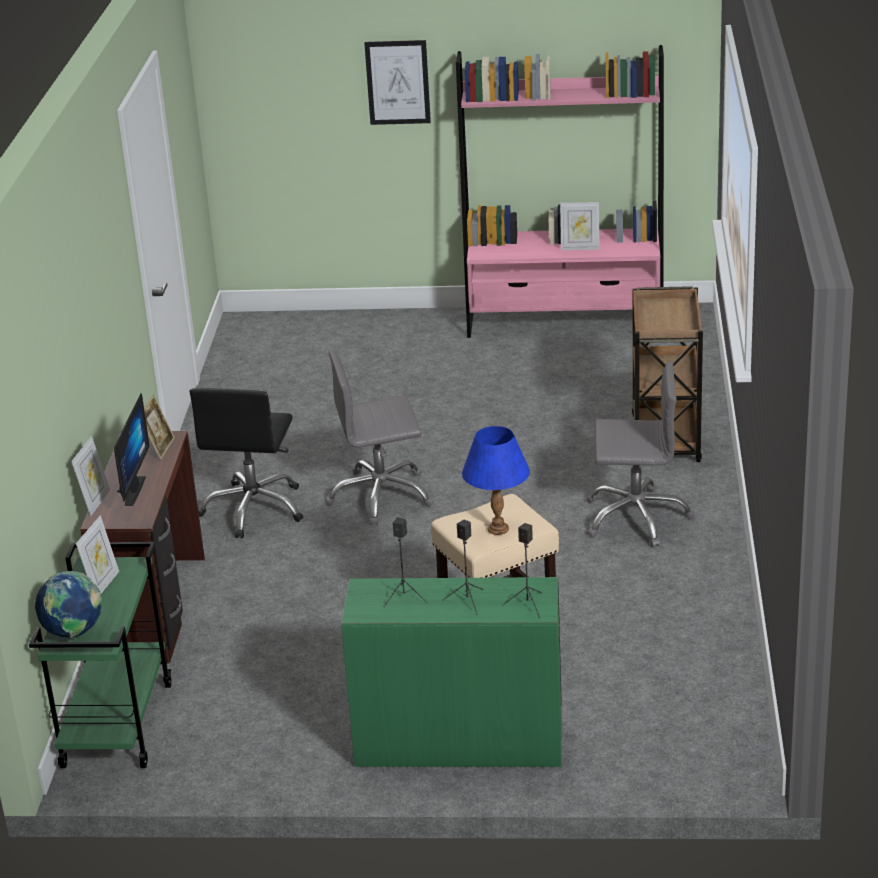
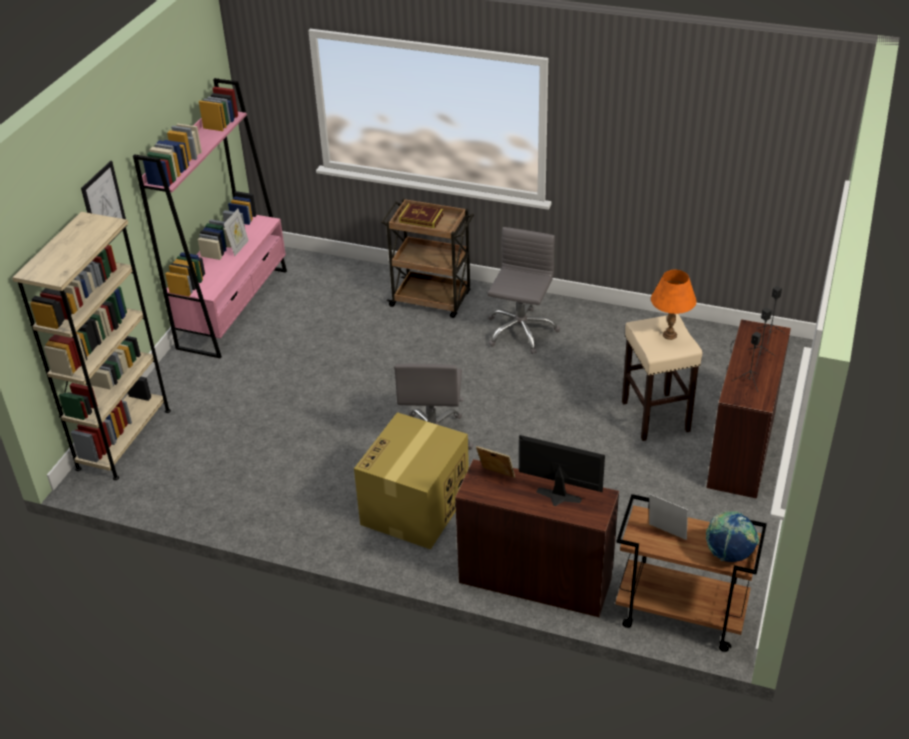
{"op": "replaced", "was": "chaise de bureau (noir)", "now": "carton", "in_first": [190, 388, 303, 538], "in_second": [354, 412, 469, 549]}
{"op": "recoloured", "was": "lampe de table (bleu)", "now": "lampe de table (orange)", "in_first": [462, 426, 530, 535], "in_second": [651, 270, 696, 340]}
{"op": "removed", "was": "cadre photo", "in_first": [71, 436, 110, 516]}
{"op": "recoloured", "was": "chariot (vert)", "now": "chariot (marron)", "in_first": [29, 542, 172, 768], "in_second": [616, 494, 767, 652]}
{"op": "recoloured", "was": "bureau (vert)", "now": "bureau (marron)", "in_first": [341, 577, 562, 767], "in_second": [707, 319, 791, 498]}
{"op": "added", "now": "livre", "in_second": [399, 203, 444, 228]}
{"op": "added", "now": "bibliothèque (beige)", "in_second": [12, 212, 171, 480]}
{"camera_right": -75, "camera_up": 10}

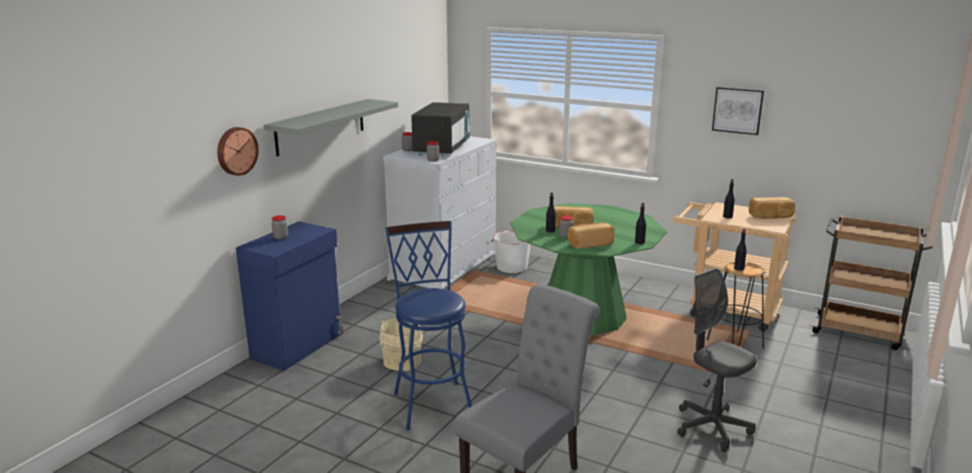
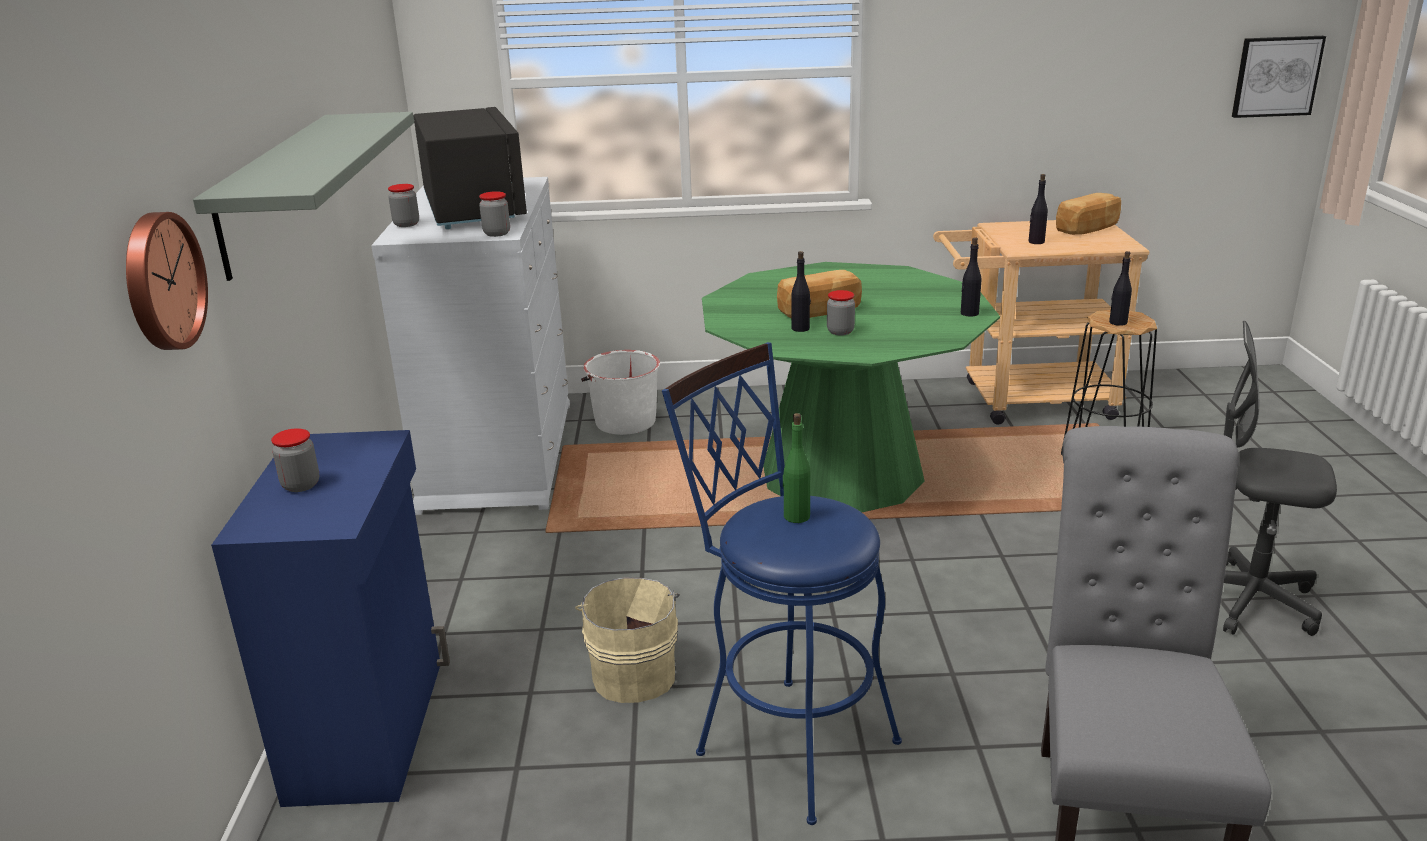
{"op": "moved", "was": "tableau", "in_first": [712, 87, 764, 135], "in_second": [1232, 36, 1326, 118]}
{"op": "removed", "was": "chariot (marron)", "in_first": [810, 216, 932, 350]}
{"op": "removed", "was": "pain", "in_first": [567, 223, 615, 249]}
{"op": "added", "now": "bouteille (vert)", "in_second": [783, 413, 810, 523]}
{"camera_right": -30, "camera_up": 5}

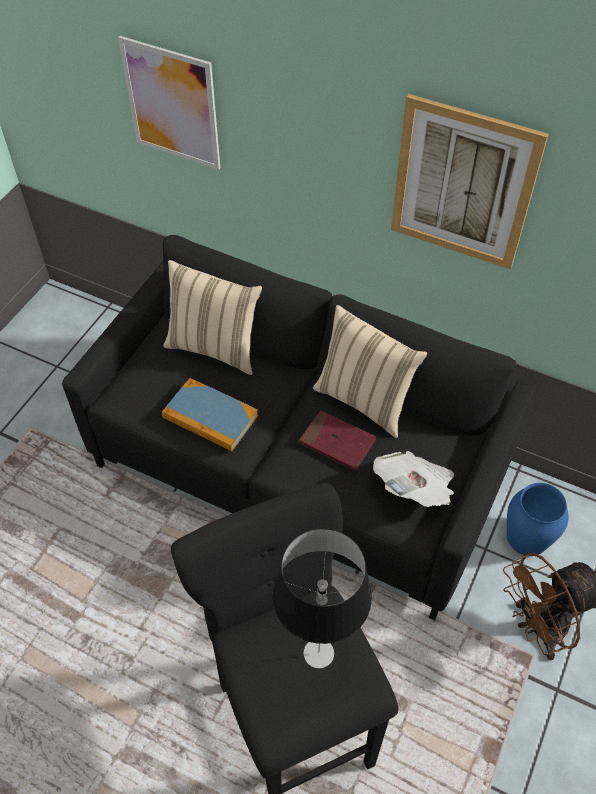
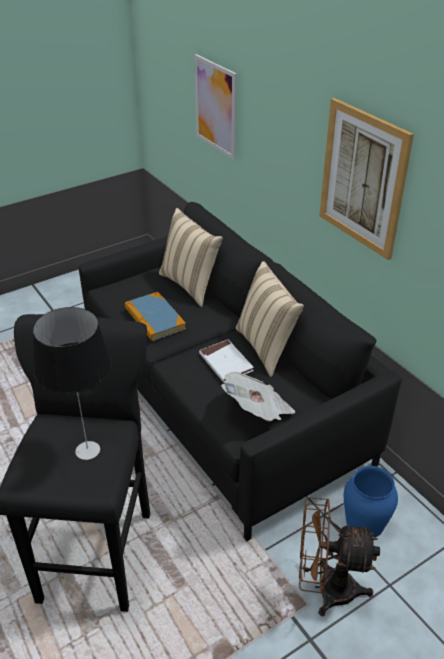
{"op": "recoloured", "was": "livre (rouge)", "now": "livre (blanc)", "in_first": [299, 410, 376, 471], "in_second": [199, 339, 254, 383]}
{"camera_right": 30, "camera_up": -15}

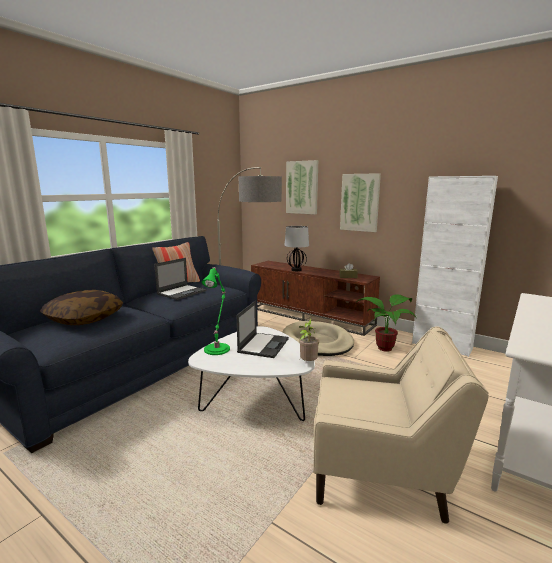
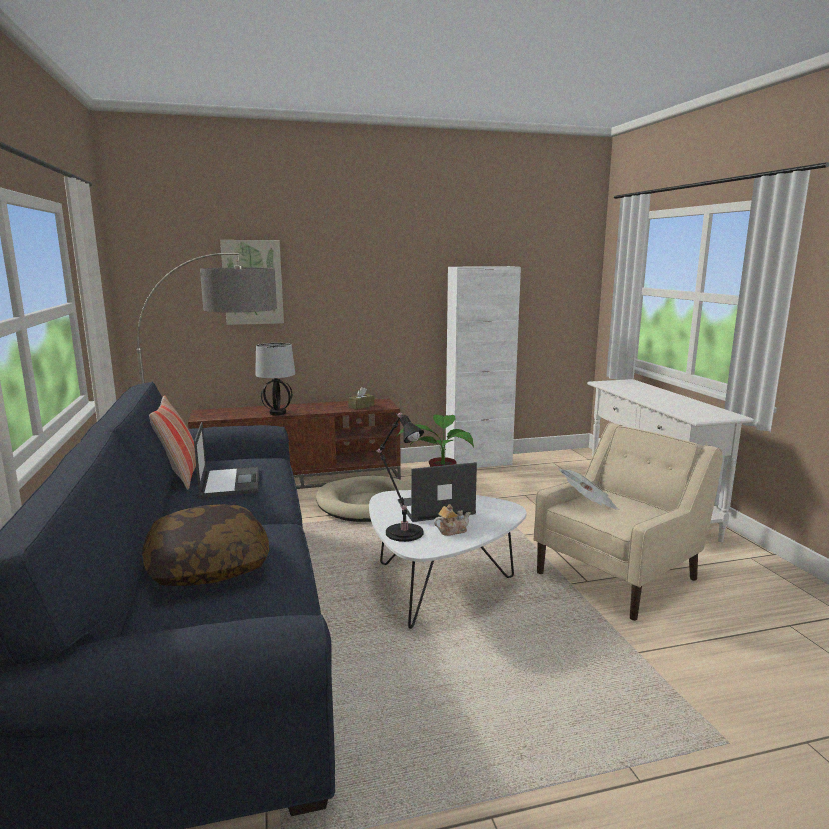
{"op": "removed", "was": "tableau", "in_first": [340, 173, 381, 232]}
{"op": "recoloured", "was": "lampe de table (vert)", "now": "lampe de table (noir)", "in_first": [202, 267, 230, 355], "in_second": [377, 413, 424, 542]}
{"op": "turned", "was": "ordinateur portable", "in_first": [237, 300, 289, 358], "in_second": [398, 462, 477, 522], "clockwise": -75}
{"op": "removed", "was": "plante en pot", "in_first": [299, 318, 319, 361]}
{"op": "added", "now": "journal", "in_second": [559, 469, 619, 510]}
{"op": "added", "now": "théière", "in_second": [434, 504, 471, 536]}
{"camera_right": -50, "camera_up": 0}

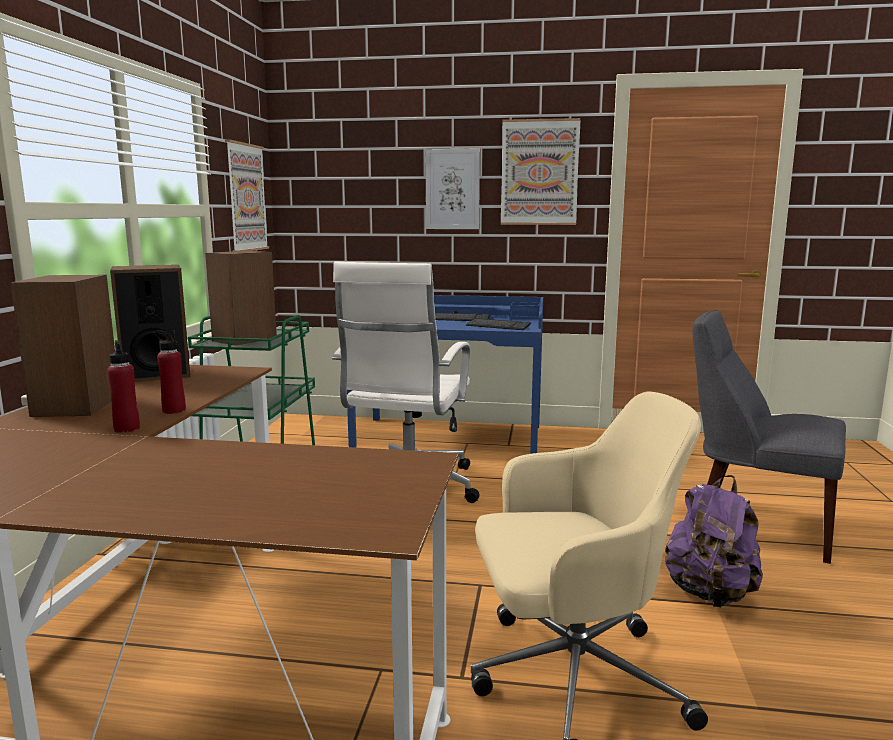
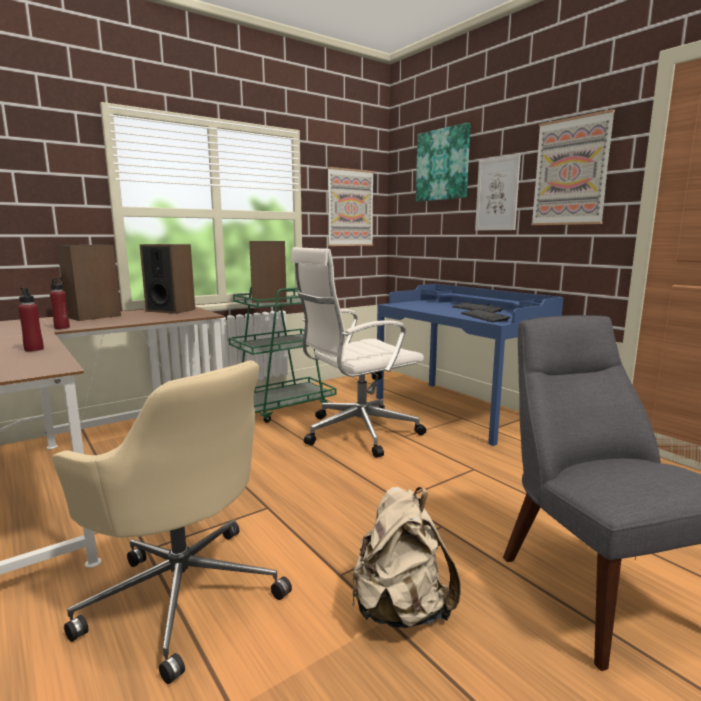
{"op": "moved", "was": "bouteille (rouge)", "in_first": [154, 330, 186, 414], "in_second": [18, 287, 44, 351]}
{"op": "recoloured", "was": "sac à dos (violet)", "now": "sac à dos (beige)", "in_first": [665, 475, 763, 607], "in_second": [352, 487, 460, 628]}
{"op": "added", "now": "tableau", "in_second": [416, 123, 471, 201]}
{"camera_right": 45, "camera_up": 0}

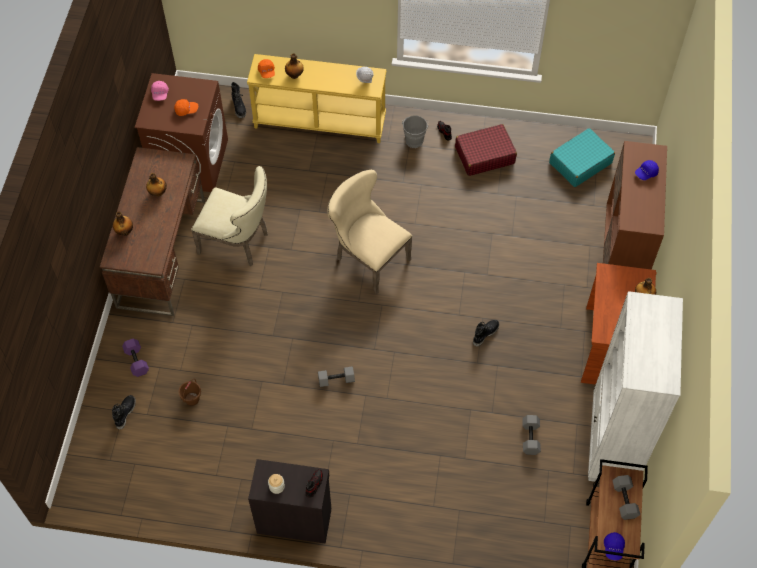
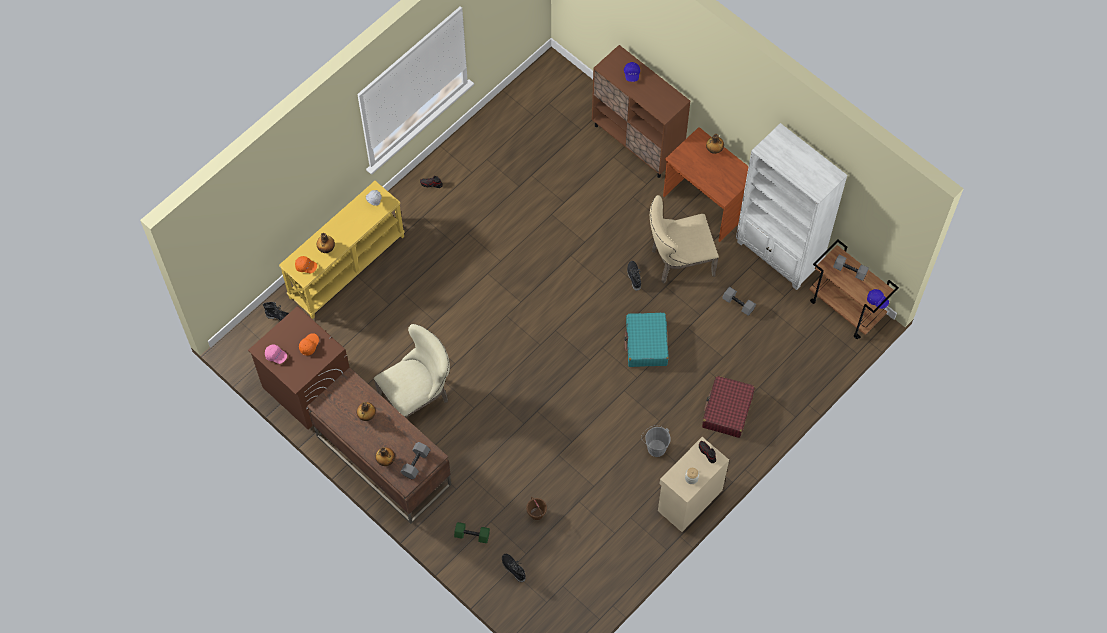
{"op": "moved", "was": "seau (gris)", "in_first": [402, 115, 428, 148], "in_second": [641, 425, 671, 457]}
{"op": "moved", "was": "valise (rouge)", "in_first": [455, 124, 517, 176], "in_second": [702, 376, 755, 438]}
{"op": "moved", "was": "valise (turquoise)", "in_first": [549, 128, 615, 187], "in_second": [624, 313, 669, 367]}
{"op": "moved", "was": "chaise (beige)", "in_first": [327, 169, 412, 295], "in_second": [650, 195, 719, 284]}
{"op": "recoloured", "was": "haltère (violet)", "now": "haltère (vert)", "in_first": [122, 338, 149, 377], "in_second": [454, 522, 490, 543]}
{"op": "moved", "was": "haltère (gris)", "in_first": [318, 366, 355, 387], "in_second": [400, 442, 430, 479]}
{"op": "recoloured", "was": "meuble de rangement (noir)", "now": "meuble de rangement (beige)", "in_first": [248, 459, 331, 544], "in_second": [658, 437, 729, 532]}
{"camera_right": -55, "camera_up": 5}

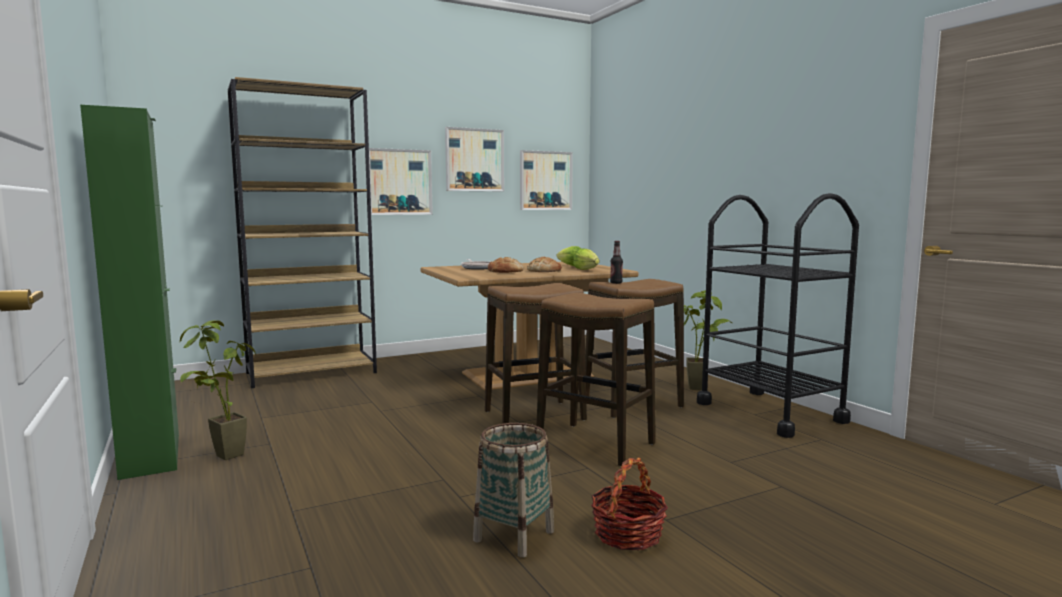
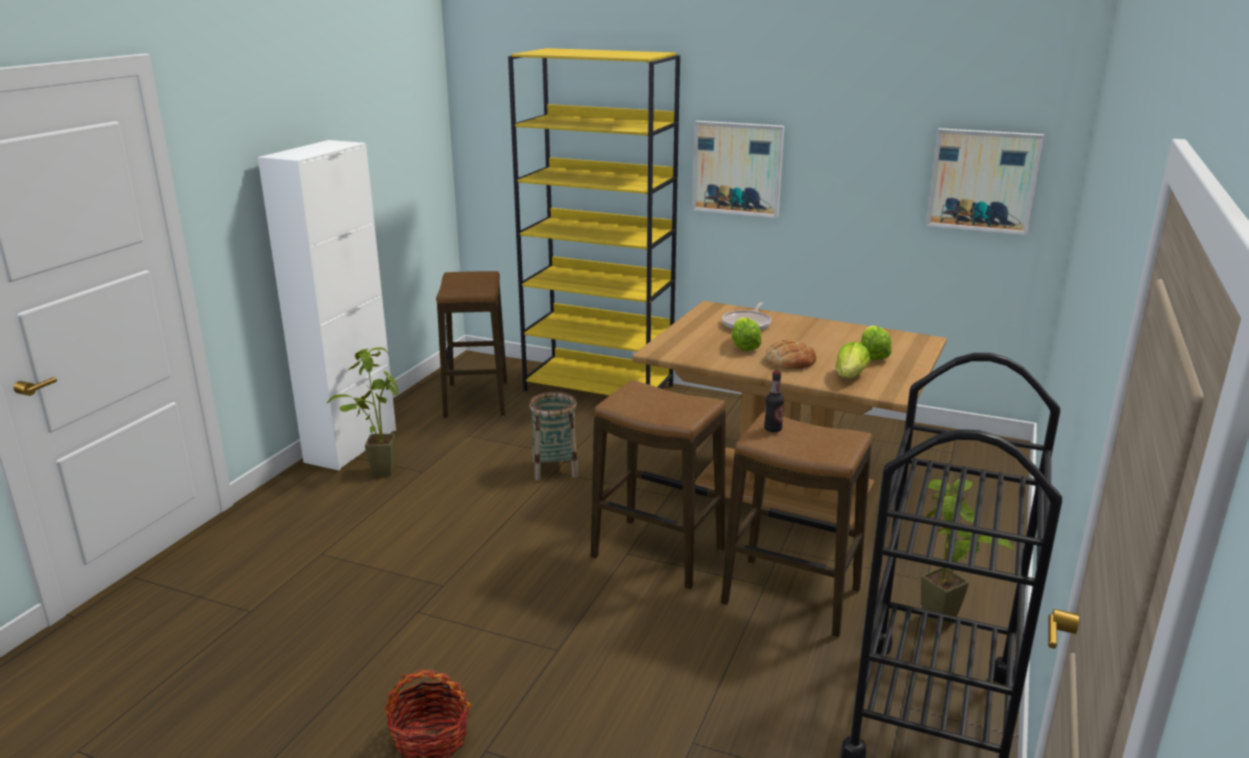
{"op": "recoloured", "was": "bibliothèque (marron)", "now": "bibliothèque (jaune)", "in_first": [228, 77, 377, 388], "in_second": [508, 48, 680, 395]}
{"op": "recoloured", "was": "meuble de rangement (vert)", "now": "meuble de rangement (blanc)", "in_first": [80, 105, 179, 480], "in_second": [258, 140, 396, 471]}
{"op": "removed", "was": "tableau", "in_first": [445, 127, 504, 191]}
{"op": "replaced", "was": "pain", "now": "laitue", "in_first": [488, 257, 524, 273], "in_second": [732, 317, 762, 351]}
{"op": "moved", "was": "tabouret", "in_first": [536, 293, 655, 466], "in_second": [436, 271, 507, 418]}
{"op": "moved", "was": "panier", "in_first": [473, 423, 554, 558], "in_second": [529, 392, 578, 480]}
{"camera_right": 50, "camera_up": 15}

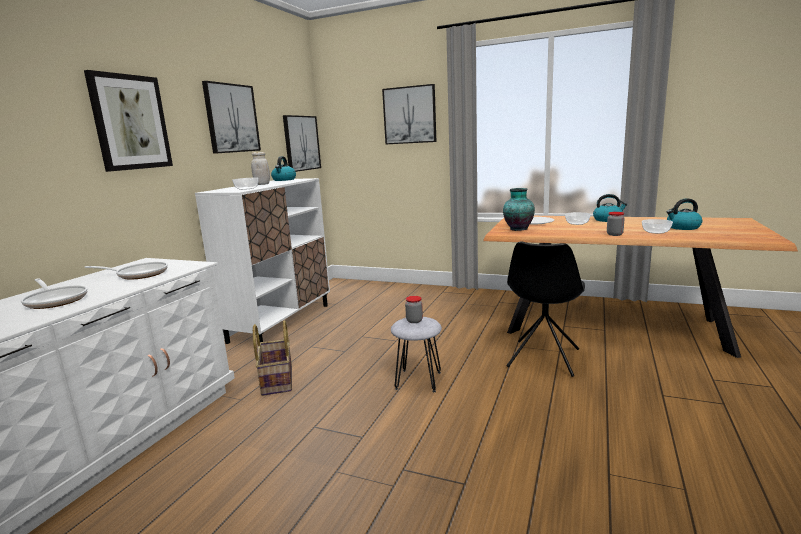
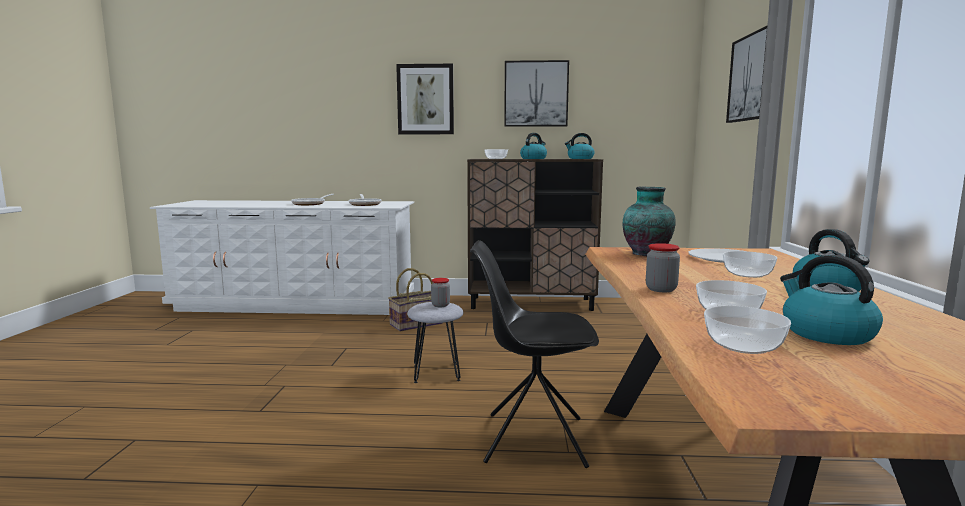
{"op": "removed", "was": "tableau", "in_first": [283, 115, 321, 172]}
{"op": "replaced", "was": "bocal (blanc)", "now": "bouilloire", "in_first": [251, 152, 270, 185], "in_second": [520, 133, 547, 159]}
{"op": "recoloured", "was": "meuble de rangement (blanc)", "now": "meuble de rangement (marron)", "in_first": [195, 178, 330, 344], "in_second": [467, 159, 603, 311]}
{"op": "added", "now": "bol", "in_second": [704, 306, 791, 354]}
{"camera_right": 70, "camera_up": -5}

